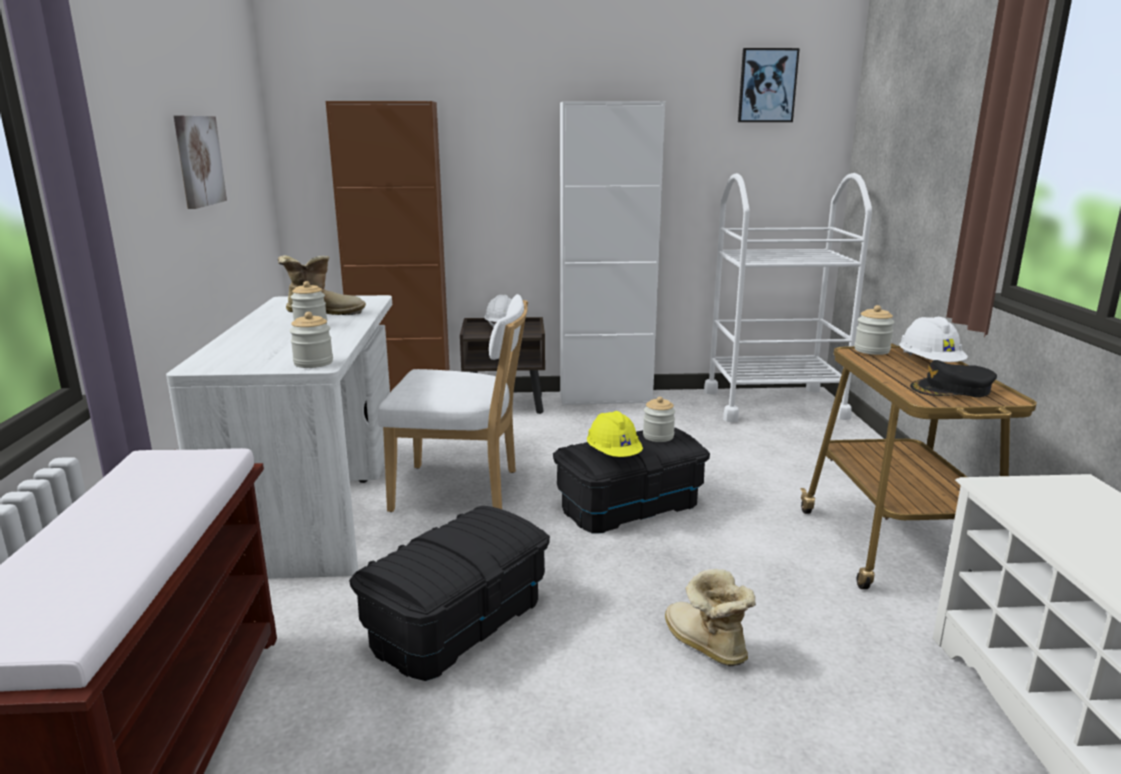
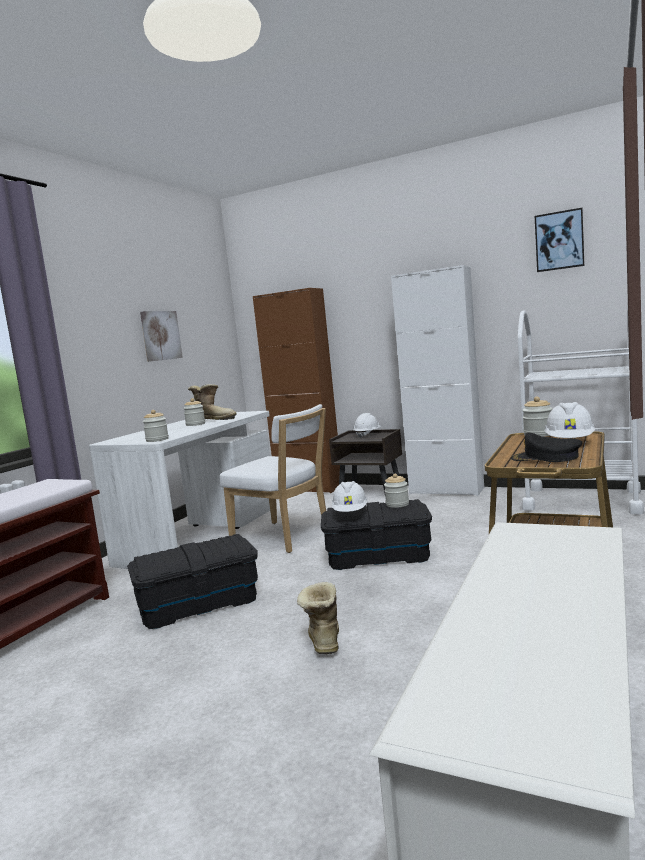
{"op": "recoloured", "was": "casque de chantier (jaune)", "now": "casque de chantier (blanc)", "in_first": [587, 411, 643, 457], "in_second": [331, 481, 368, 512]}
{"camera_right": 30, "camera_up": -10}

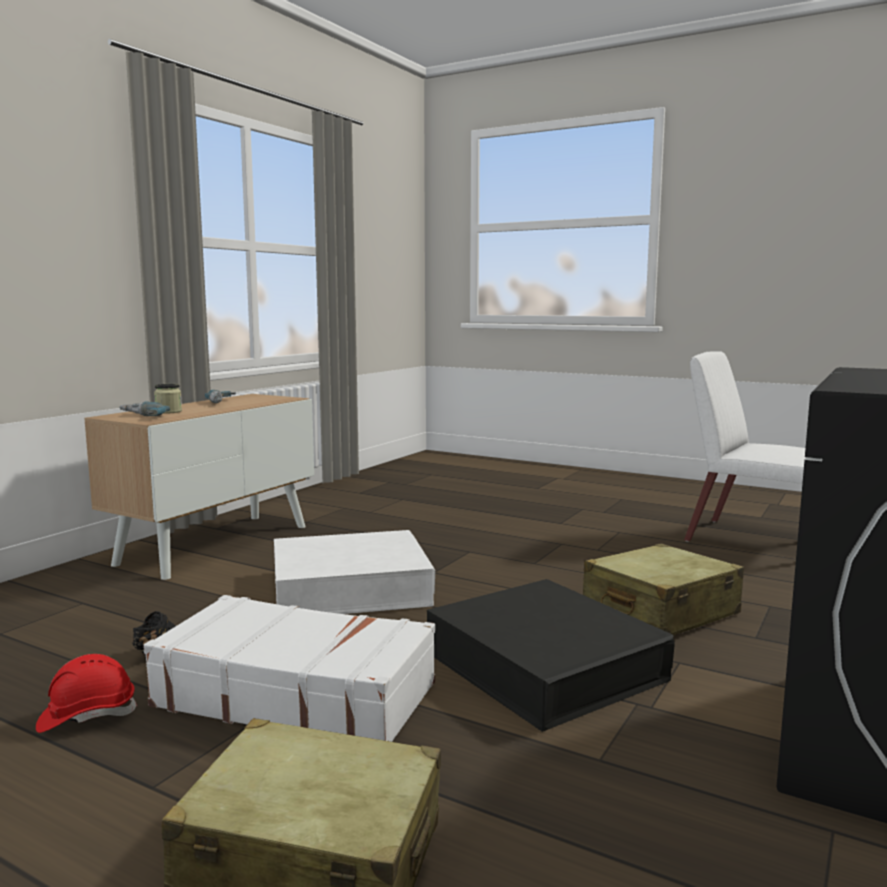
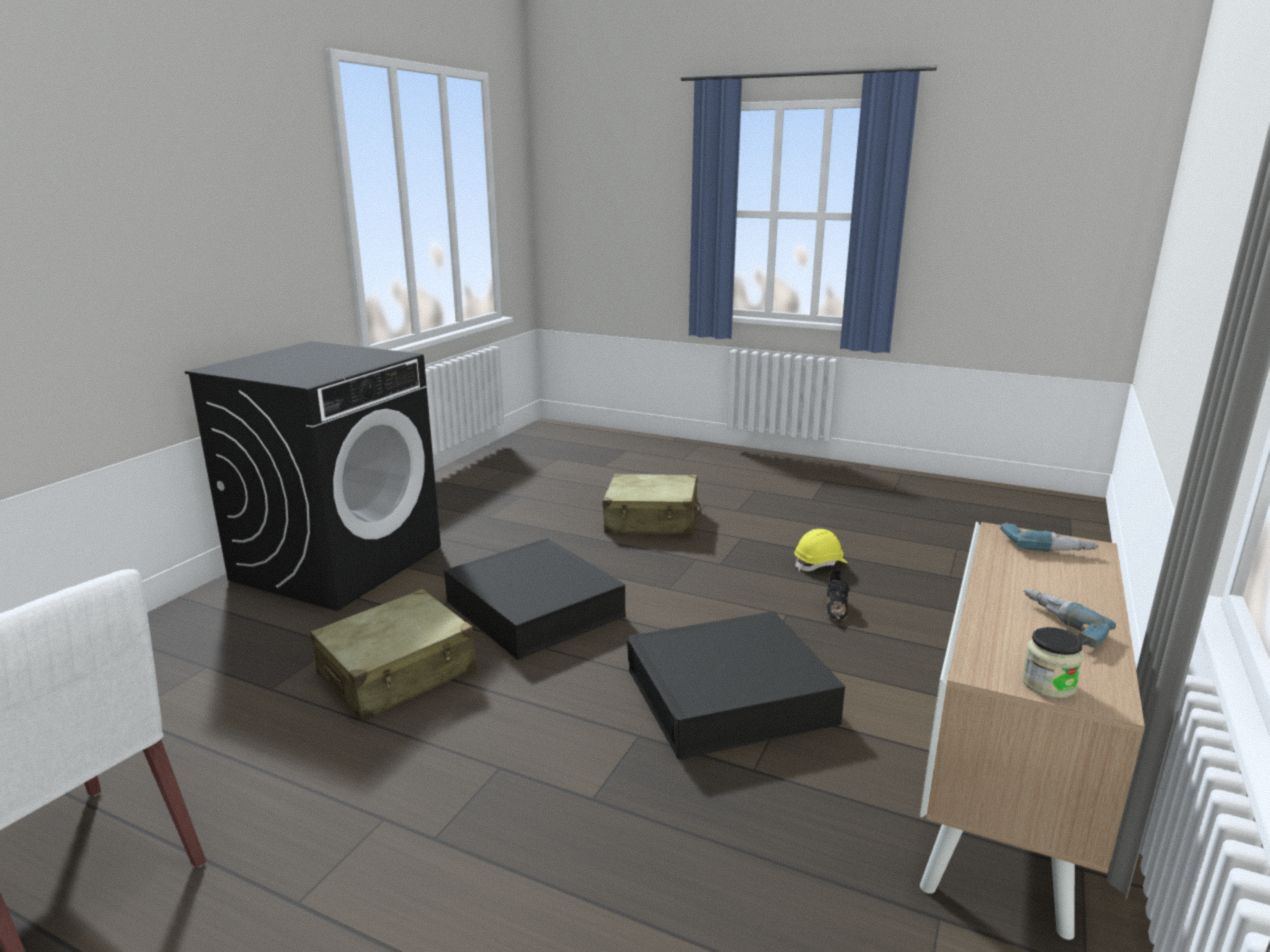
{"op": "moved", "was": "bocal", "in_first": [154, 384, 182, 414], "in_second": [1022, 627, 1084, 698]}
{"op": "recoloured", "was": "boîte de rangement (blanc)", "now": "boîte de rangement (noir)", "in_first": [274, 530, 435, 614], "in_second": [627, 611, 845, 760]}
{"op": "removed", "was": "valise (blanc)", "in_first": [143, 595, 435, 742]}
{"op": "recoloured", "was": "casque de chantier (rouge)", "now": "casque de chantier (jaune)", "in_first": [36, 654, 137, 733], "in_second": [794, 529, 848, 571]}
{"camera_right": 175, "camera_up": 10}

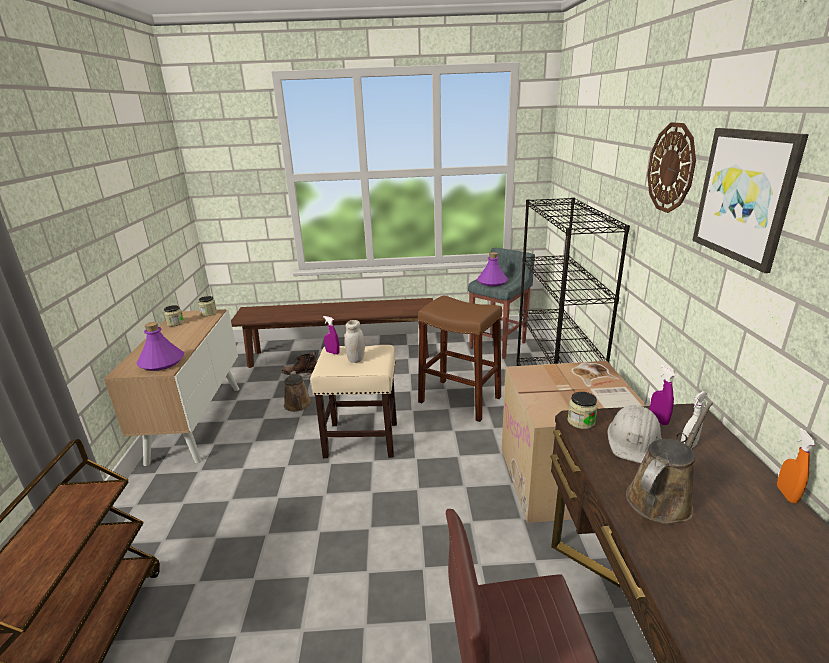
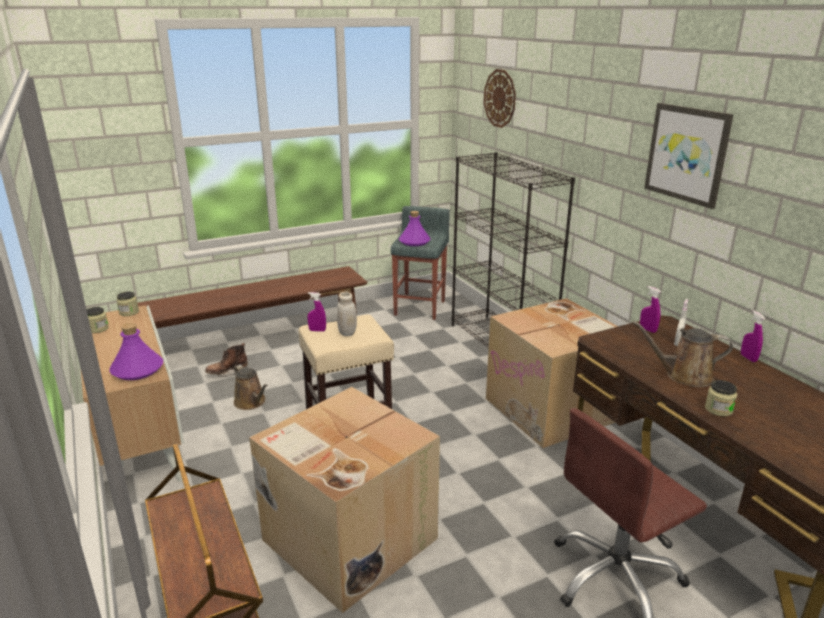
{"op": "moved", "was": "horloge murale", "in_first": [647, 122, 696, 213], "in_second": [484, 69, 516, 128]}
{"op": "removed", "was": "tabouret (marron)", "in_first": [418, 295, 502, 422]}
{"op": "moved", "was": "bocal", "in_first": [567, 392, 598, 429], "in_second": [705, 380, 737, 417]}
{"op": "turned", "was": "arrosoir (marron)", "in_first": [626, 402, 713, 524], "in_second": [632, 321, 733, 387], "clockwise": -105}
{"op": "removed", "was": "casque de chantier (blanc)", "in_first": [607, 405, 662, 463]}
{"op": "recoloured", "was": "vaporisateur (orange)", "now": "vaporisateur (violet)", "in_first": [777, 428, 815, 503], "in_second": [741, 310, 765, 362]}
{"op": "added", "now": "carton", "in_second": [249, 387, 440, 613]}
{"camera_right": -25, "camera_up": 0}

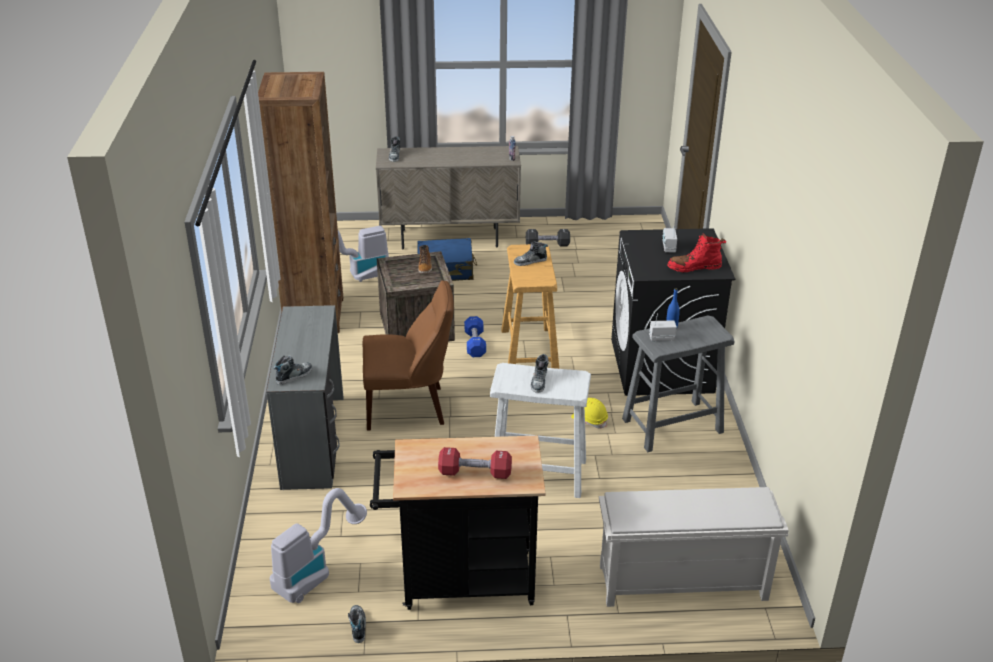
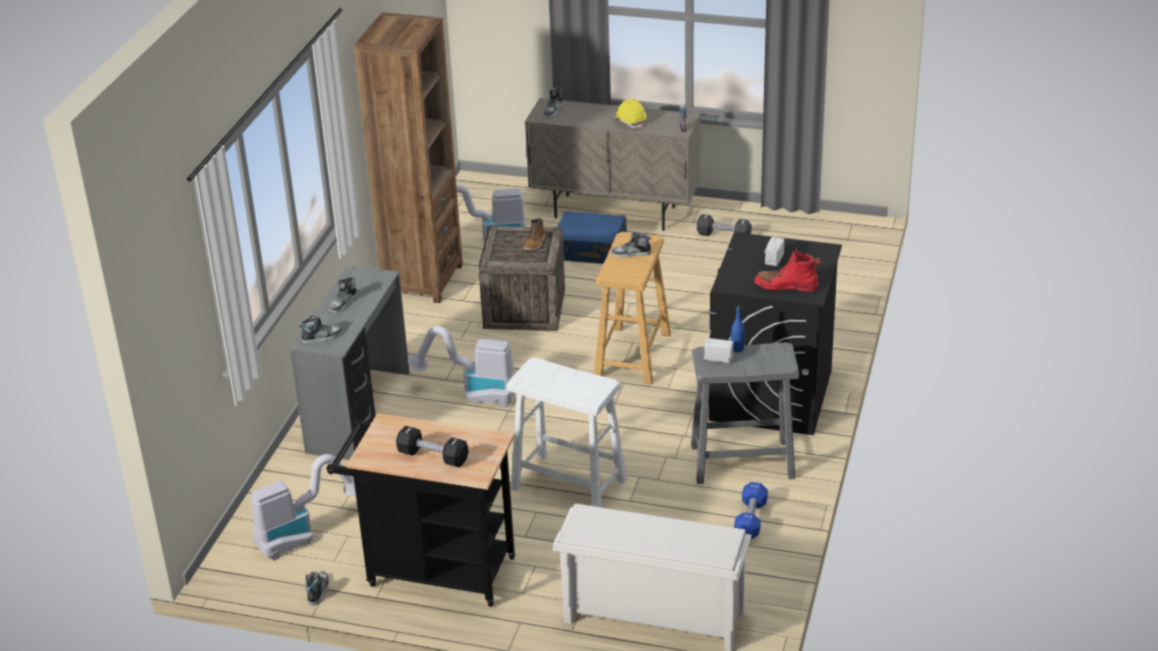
{"op": "replaced", "was": "chaise (marron)", "now": "aspirateur", "in_first": [363, 280, 454, 431], "in_second": [408, 326, 515, 408]}
{"op": "moved", "was": "haltère (bleu)", "in_first": [464, 316, 486, 357], "in_second": [734, 482, 768, 539]}
{"op": "moved", "was": "chaussure", "in_first": [531, 354, 549, 393], "in_second": [329, 277, 357, 313]}
{"op": "moved", "was": "casque de chantier (jaune)", "in_first": [571, 398, 608, 428], "in_second": [614, 99, 647, 129]}
{"op": "recoloured", "was": "haltère (rouge)", "now": "haltère (noir)", "in_first": [438, 447, 512, 479], "in_second": [396, 426, 469, 467]}
{"camera_right": 20, "camera_up": 0}

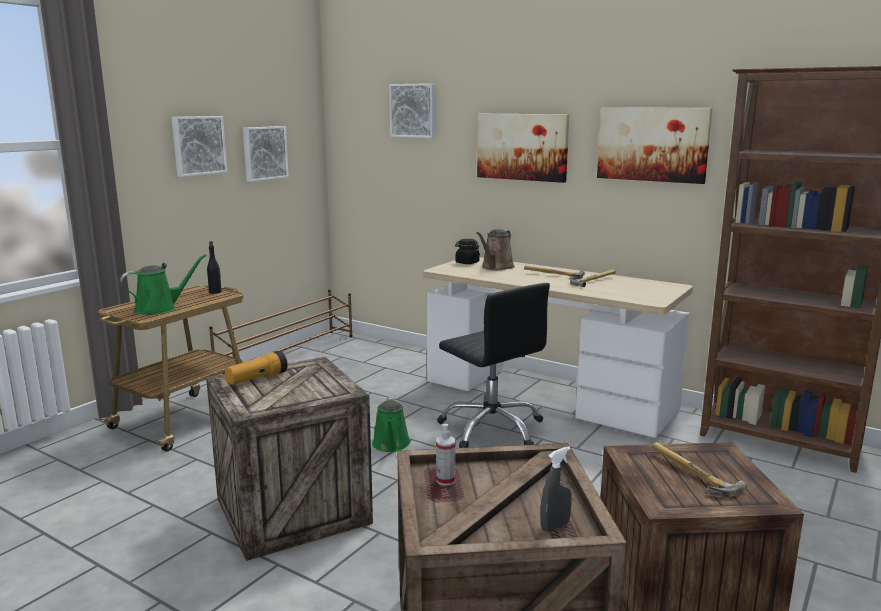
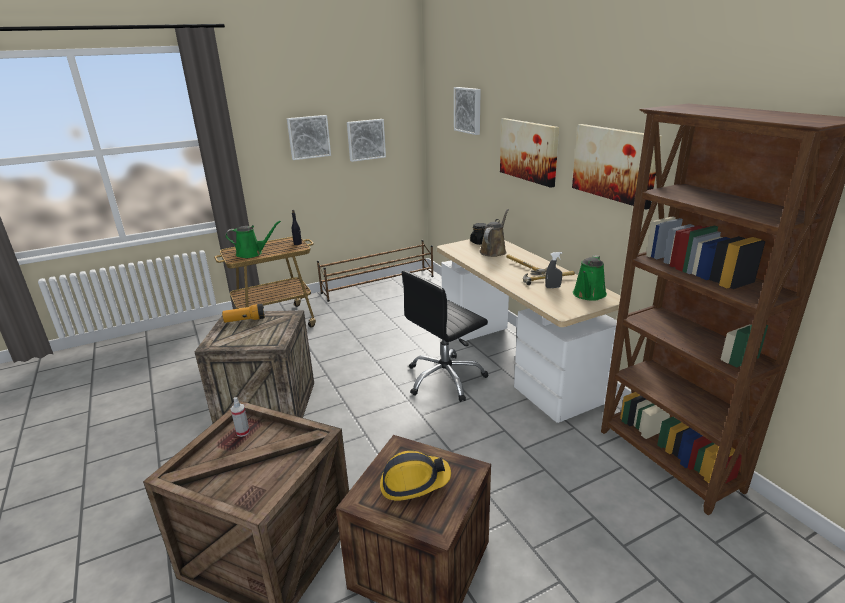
{"op": "turned", "was": "arrosoir (marron)", "in_first": [477, 229, 515, 270], "in_second": [479, 209, 509, 257], "clockwise": 150}
{"op": "turned", "was": "chaise de bureau (noir)", "in_first": [437, 283, 550, 448], "in_second": [402, 271, 488, 402], "clockwise": 60}
{"op": "moved", "was": "arrosoir (vert)", "in_first": [372, 397, 411, 452], "in_second": [573, 255, 607, 301]}
{"op": "replaced", "was": "marteau", "now": "casque de chantier", "in_first": [652, 442, 747, 497], "in_second": [380, 451, 451, 501]}
{"op": "moved", "was": "vaporisateur (gris)", "in_first": [541, 446, 572, 532], "in_second": [545, 252, 562, 288]}
{"camera_right": 30, "camera_up": 10}

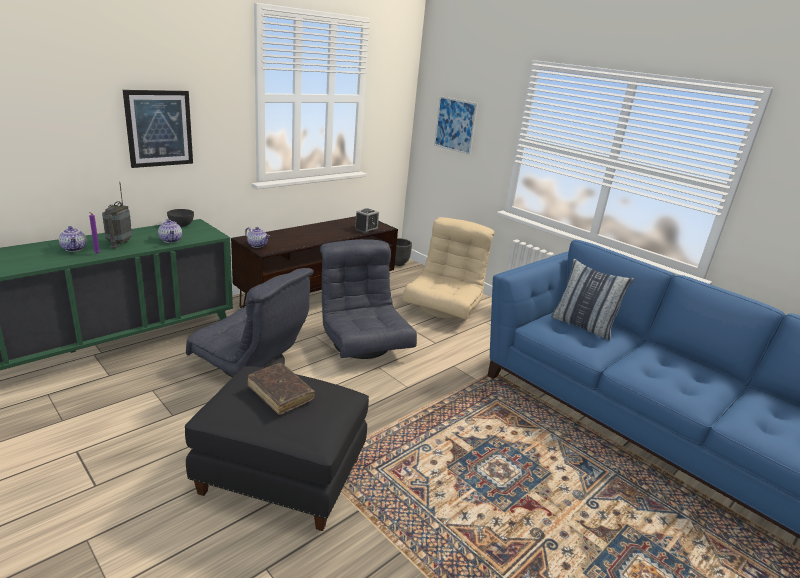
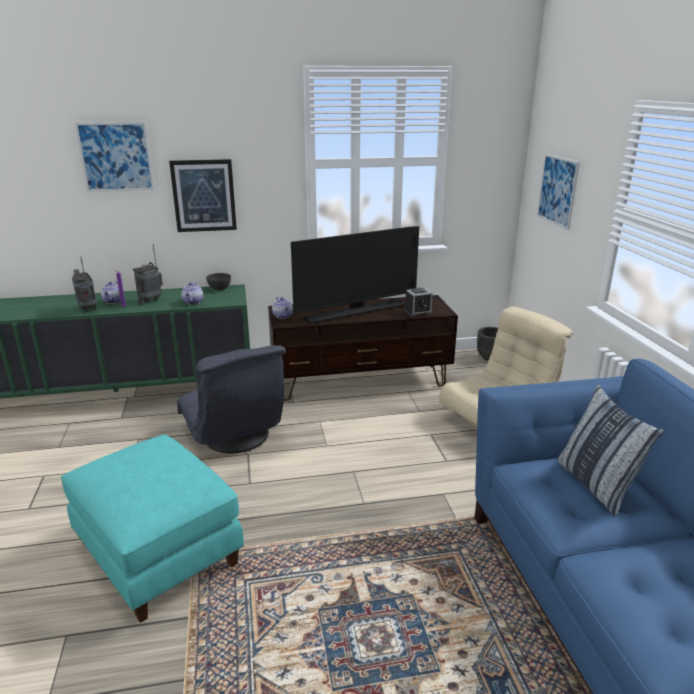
{"op": "removed", "was": "fauteuil (gris)", "in_first": [320, 239, 417, 359]}
{"op": "removed", "was": "livre (marron)", "in_first": [248, 363, 315, 415]}
{"op": "recoloured", "was": "pouf (noir)", "now": "pouf (turquoise)", "in_first": [185, 366, 369, 531], "in_second": [61, 434, 244, 623]}
{"op": "added", "now": "tableau", "in_second": [75, 122, 154, 192]}
{"op": "added", "now": "téléviseur", "in_second": [291, 226, 419, 324]}
{"op": "added", "now": "radio", "in_second": [72, 257, 97, 312]}
{"camera_right": 35, "camera_up": 0}

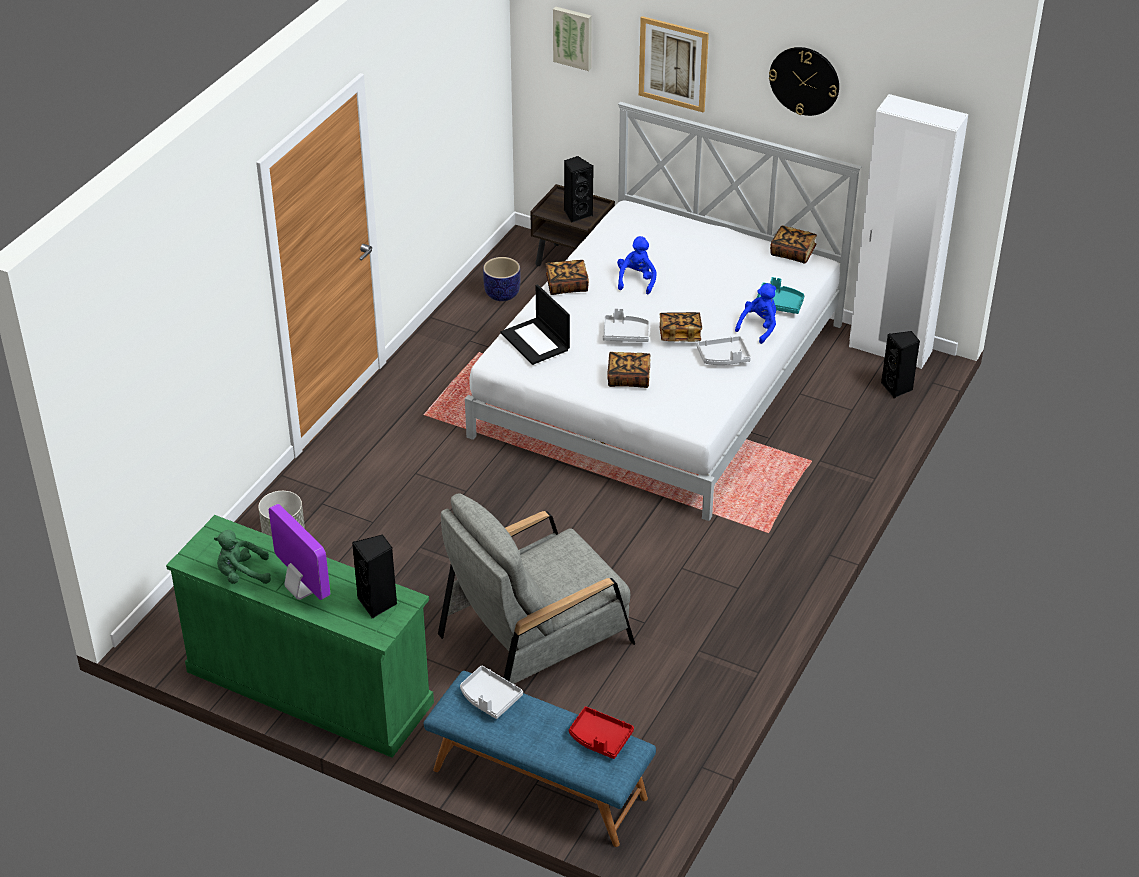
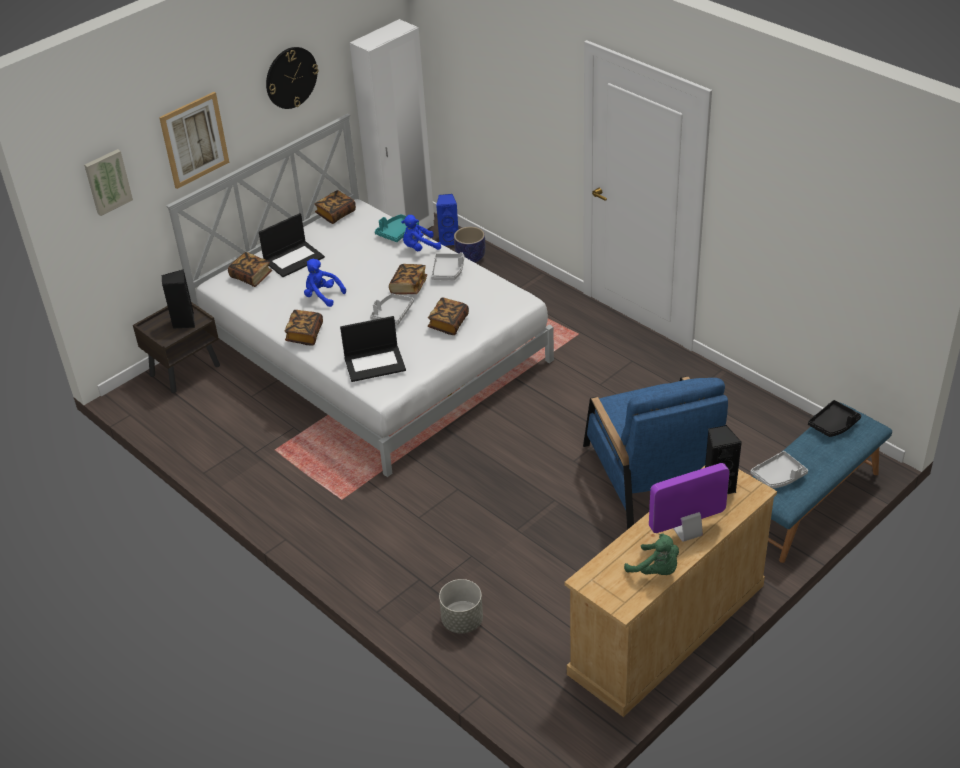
{"op": "moved", "was": "cache-pot", "in_first": [483, 257, 520, 301], "in_second": [454, 226, 485, 263]}
{"op": "turned", "was": "peluche (bleu)", "in_first": [735, 283, 776, 344], "in_second": [401, 215, 441, 251], "clockwise": -75}
{"op": "recoloured", "was": "enceinte (noir)", "now": "enceinte (bleu)", "in_first": [881, 331, 920, 398], "in_second": [436, 194, 458, 246]}
{"op": "recoloured", "was": "fauteuil (gris)", "now": "fauteuil (bleu)", "in_first": [438, 493, 635, 684], "in_second": [583, 376, 728, 530]}
{"op": "recoloured", "was": "commode (vert)", "now": "commode (beige)", "in_first": [166, 515, 434, 758], "in_second": [565, 466, 777, 717]}
{"op": "turned", "was": "peluche (vert)", "in_first": [214, 530, 271, 584], "in_second": [624, 533, 679, 575], "clockwise": -60}
{"op": "recoloured", "was": "plateau (rouge)", "now": "plateau (noir)", "in_first": [569, 706, 634, 759], "in_second": [808, 400, 861, 437]}
{"op": "added", "now": "ordinateur portable", "in_second": [259, 213, 325, 277]}
{"op": "added", "now": "livre", "in_second": [228, 252, 272, 287]}
{"camera_right": -70, "camera_up": 0}

